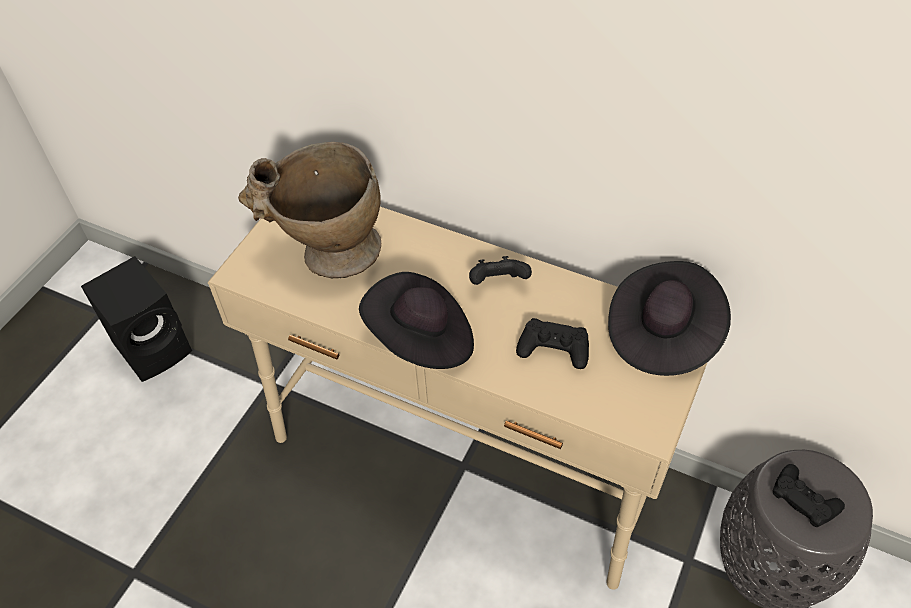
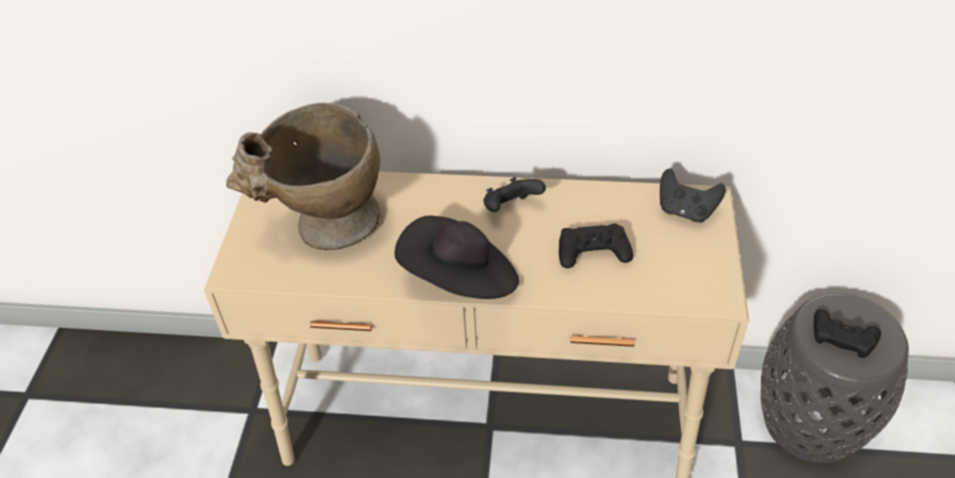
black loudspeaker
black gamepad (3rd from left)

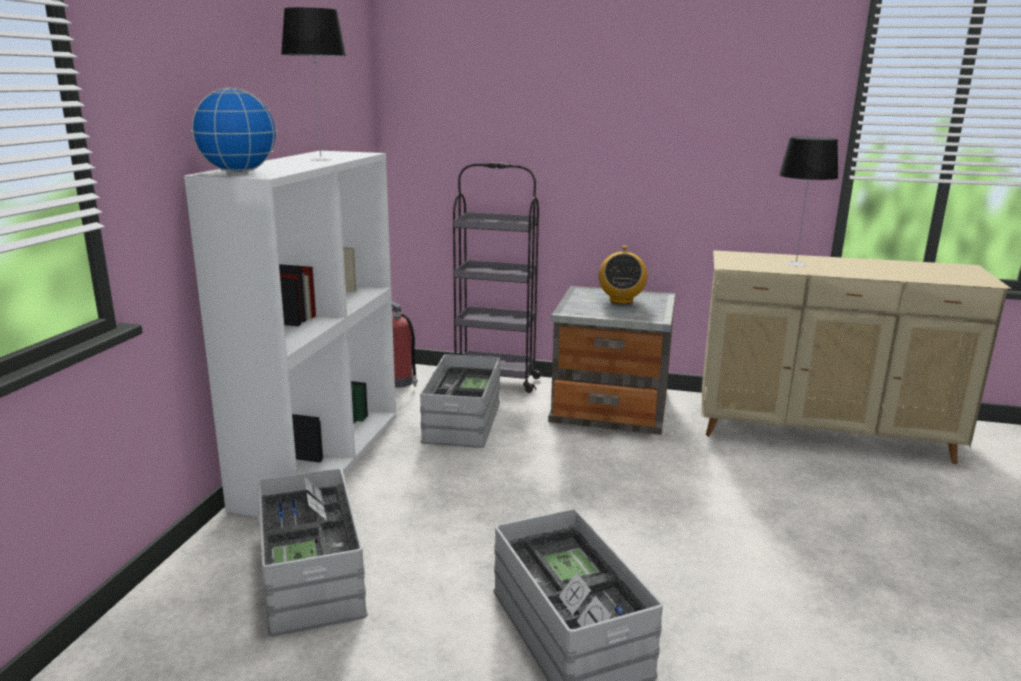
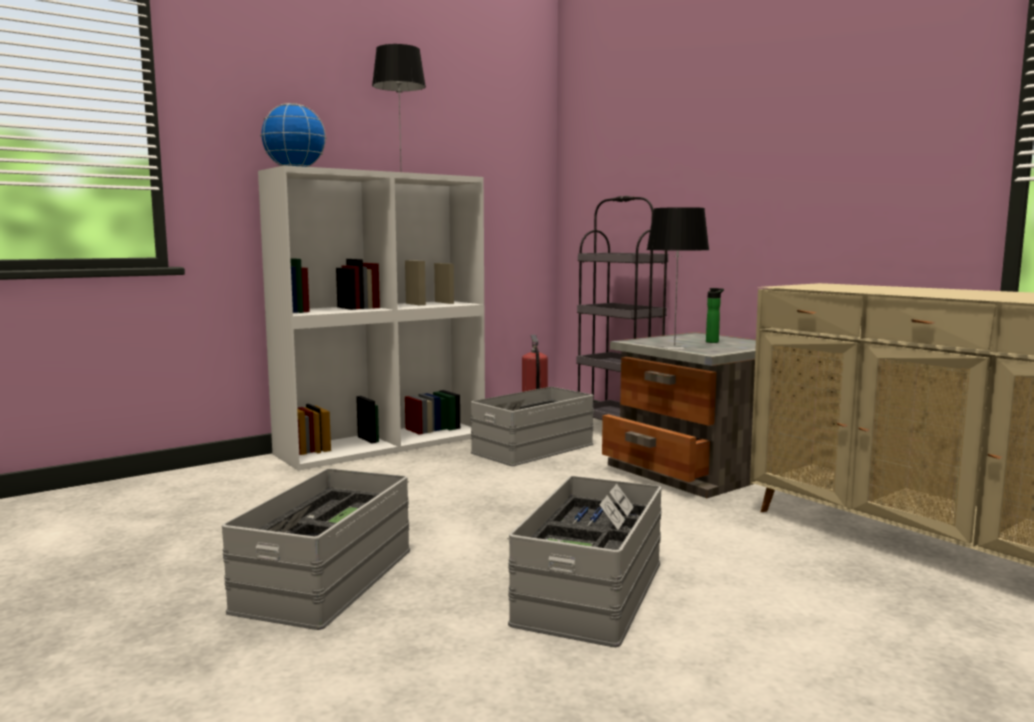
table lamp (2nd from left)
drink bottle
grey storage bin (3rd from left)

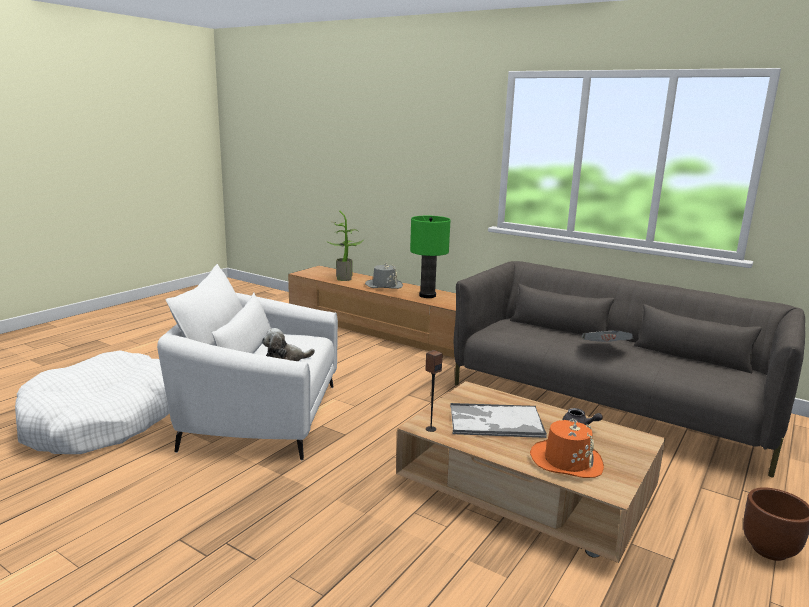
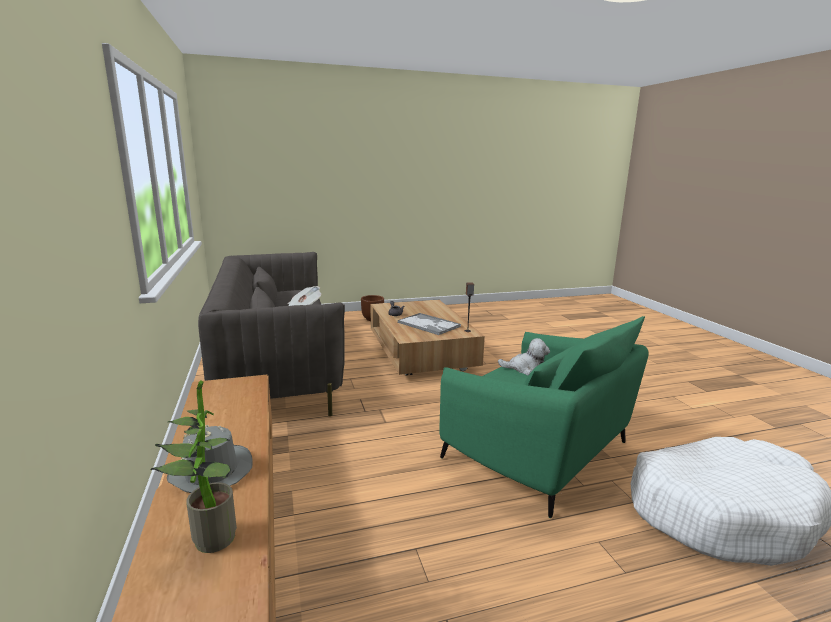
greenish table lamp
greenish armchair
orangey hat

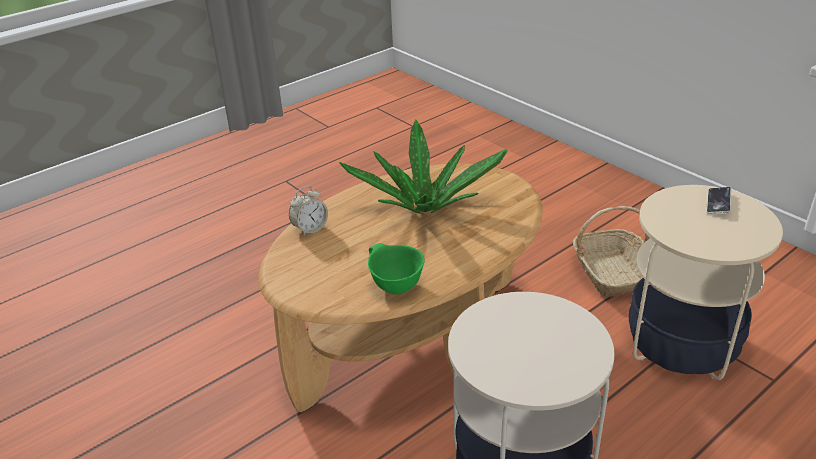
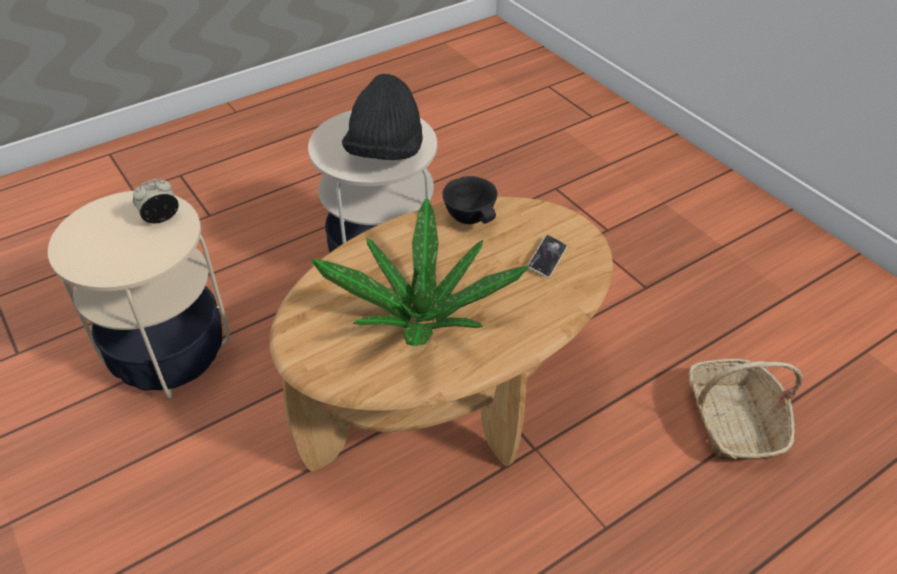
alarm clock
telephone
household basket
black bowl
black hat

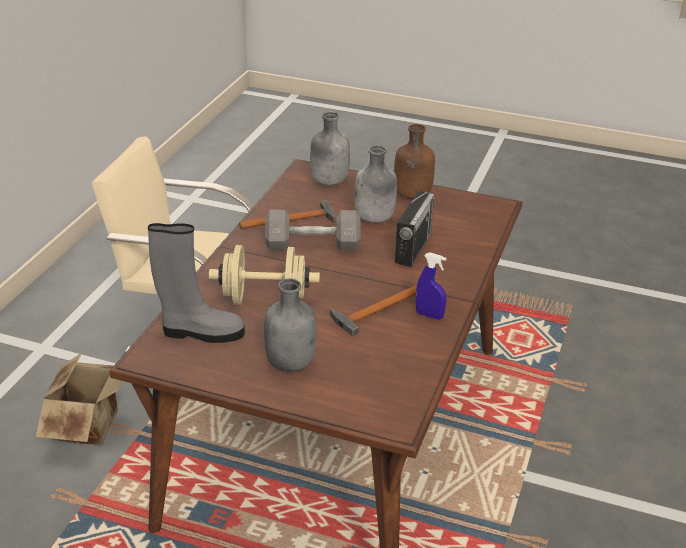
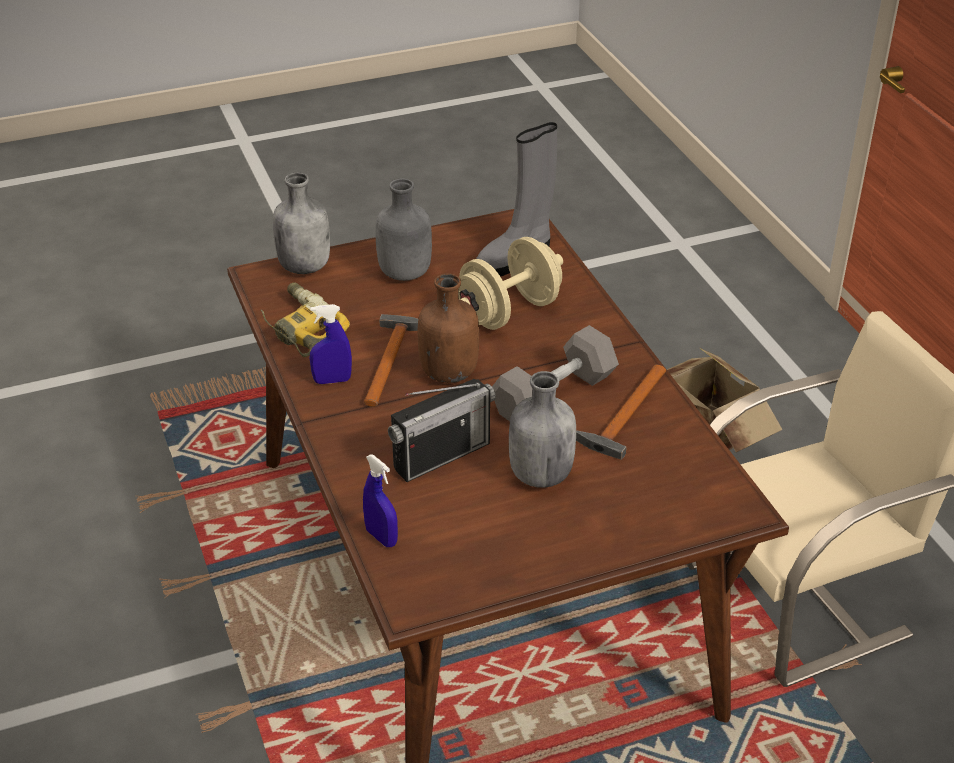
grey drink bottle (1st from left)
brownish drink bottle
radio set
electric drill
blue sprayer (2nd from left)

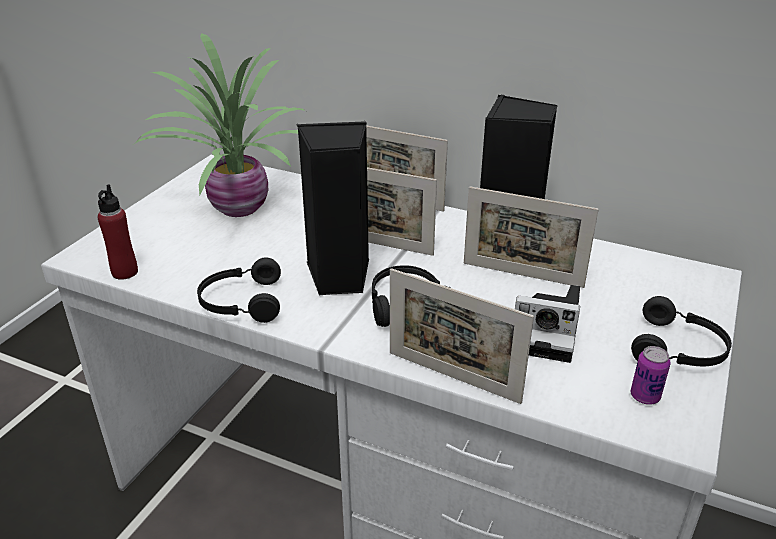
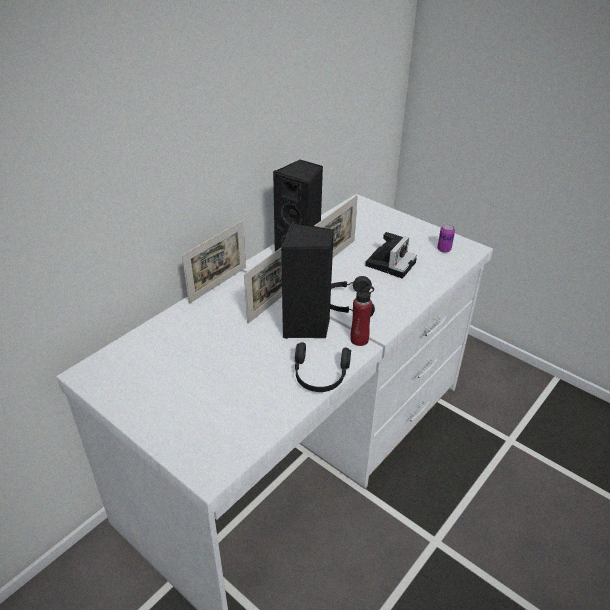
potted plant
red drink bottle
standing frame (3rd from left in the first image)
black pair of headphones (3rd from left in the first image)

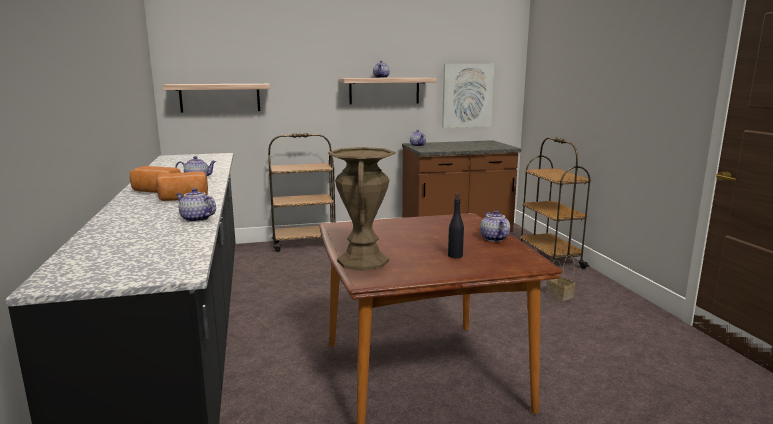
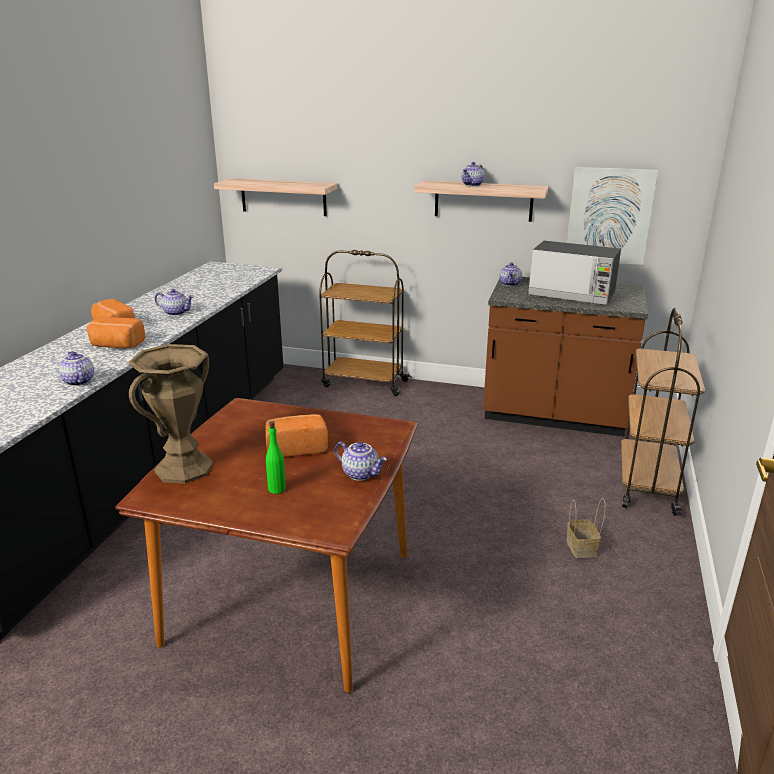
greenish drink bottle
tea pot (3rd from left)
microwave oven
baked bread (3rd from left)

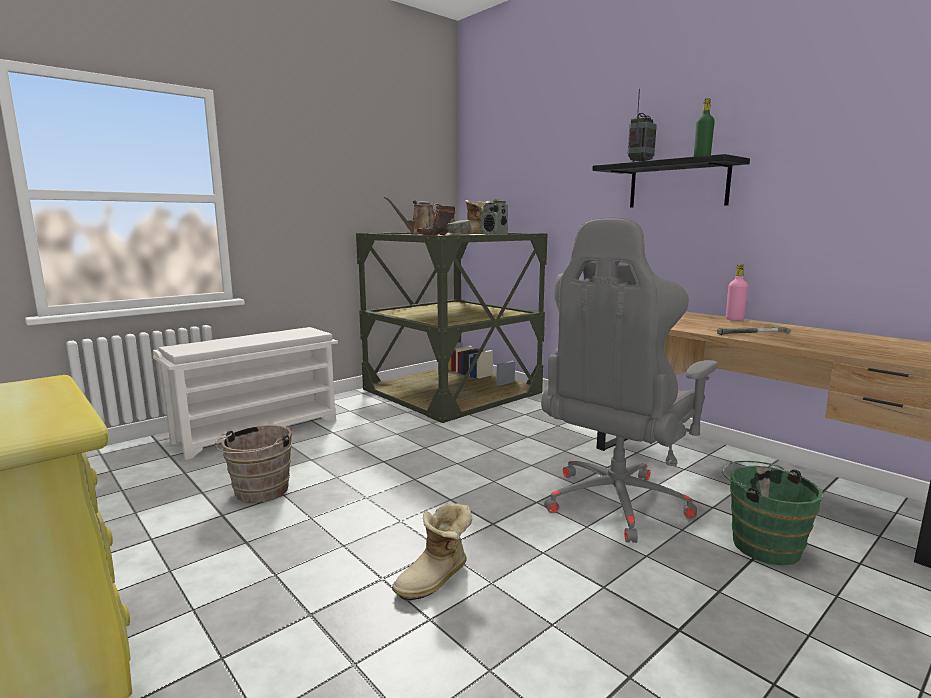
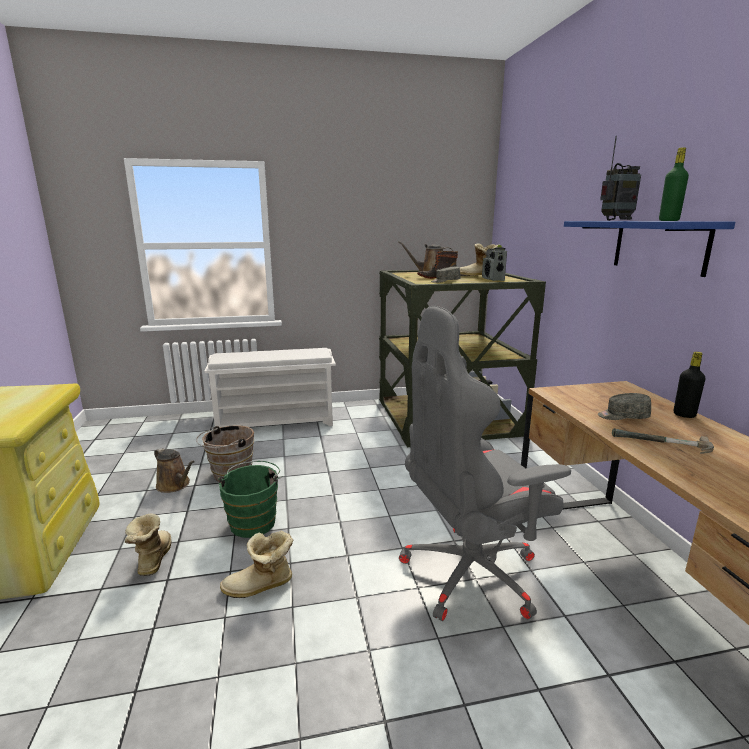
blue wall shelf
black drink bottle
greenish pail
grey peaked cap (2nd from left)
brownish watering pot (1st from left)
tall boot (1st from left)

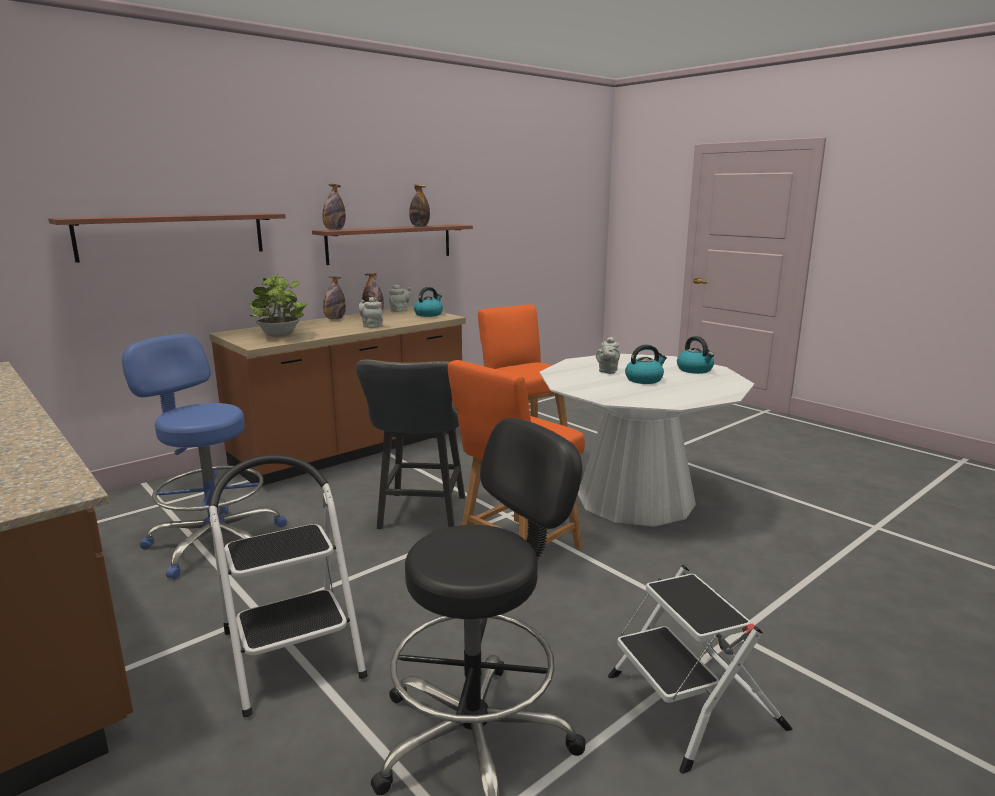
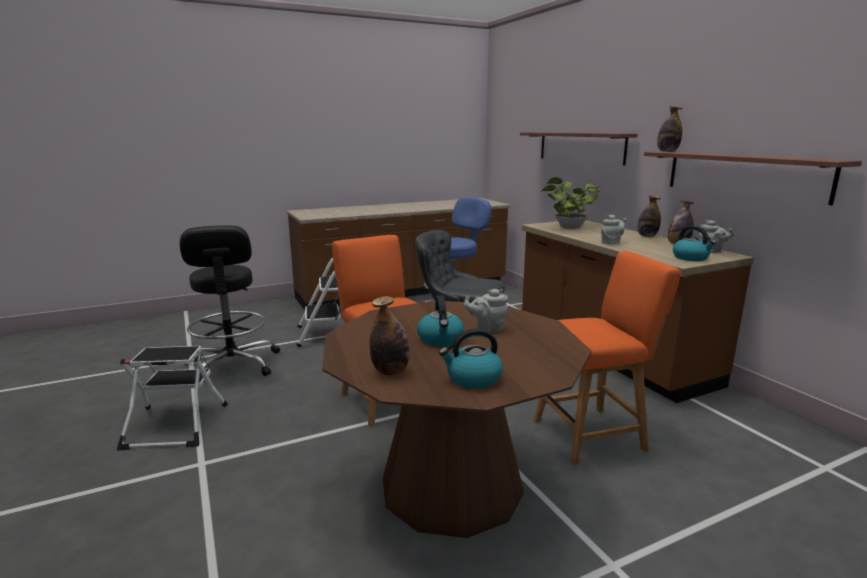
drink bottle (1st from left)
grey tea pot (1st from left)
brownish dinner table

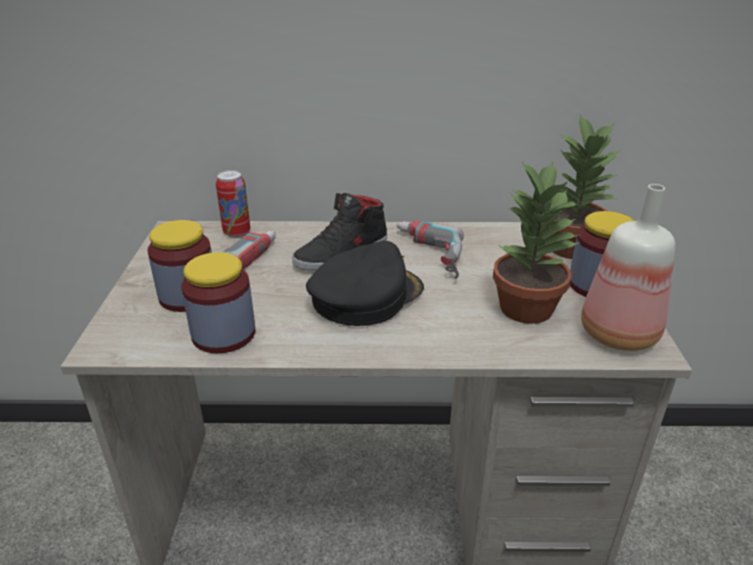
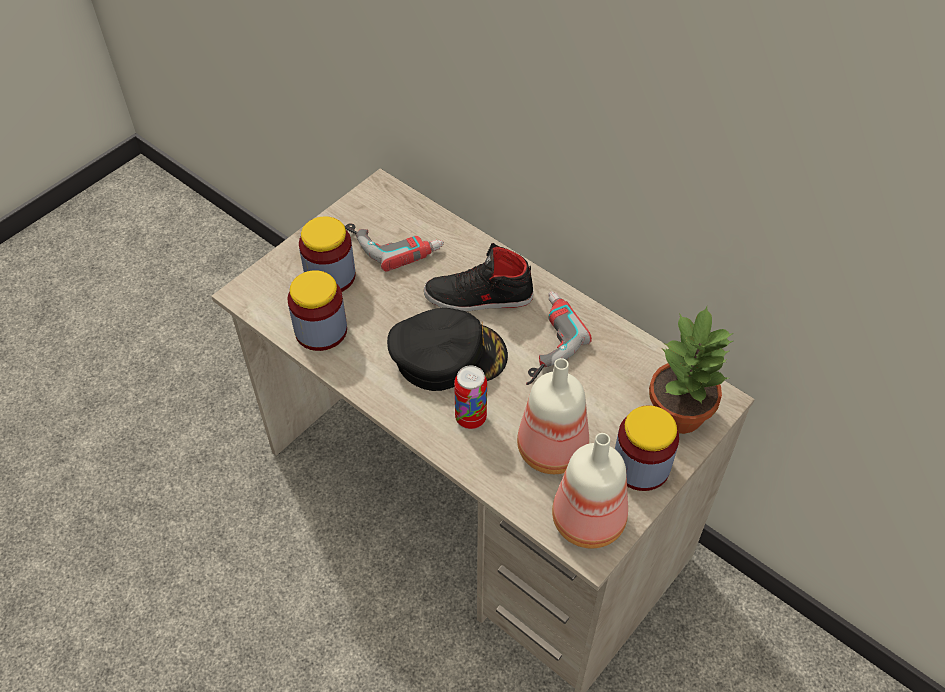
drink bottle (1st from left)
can

